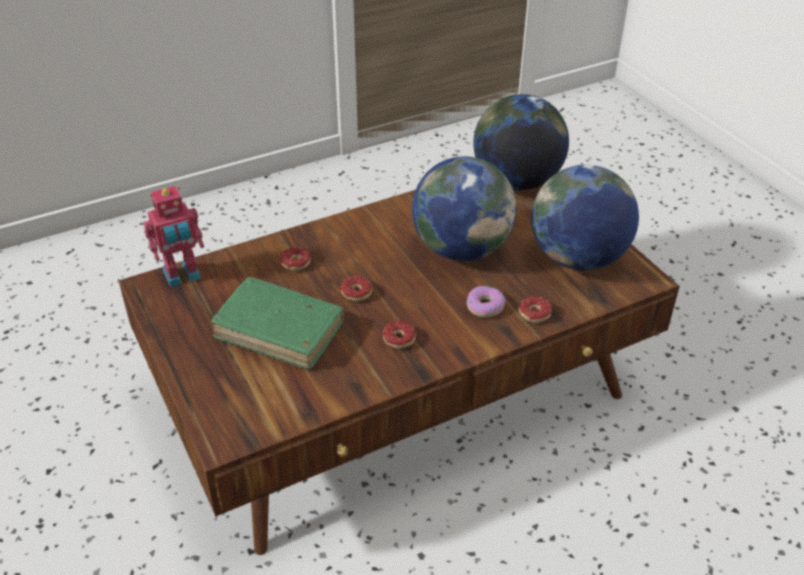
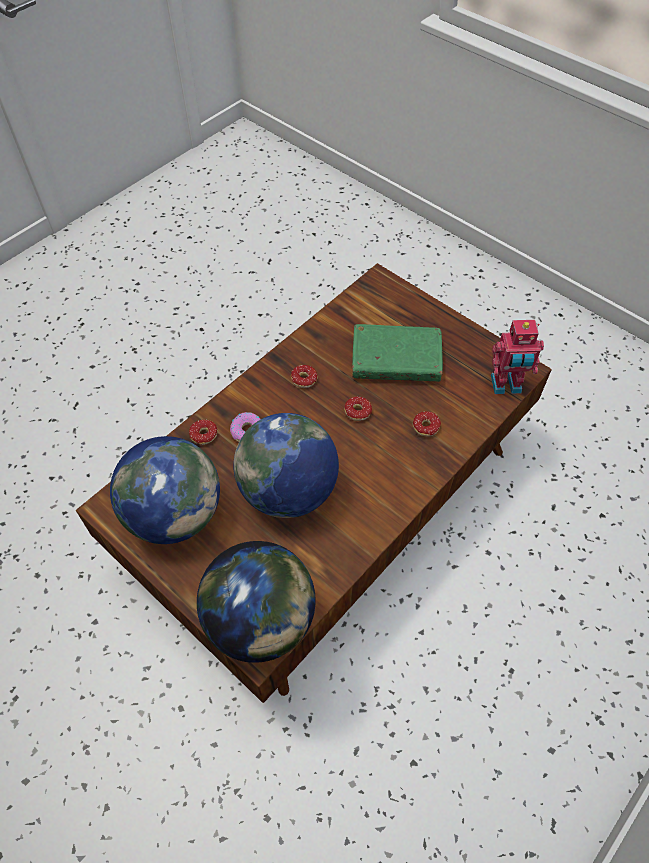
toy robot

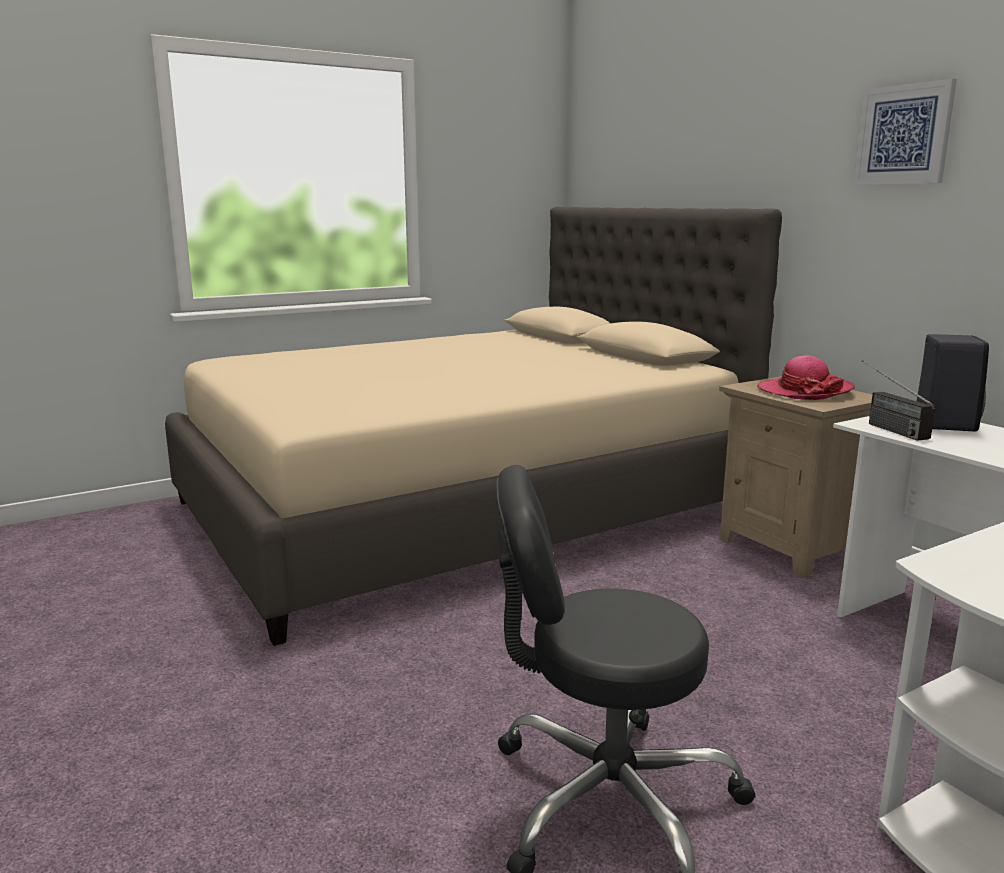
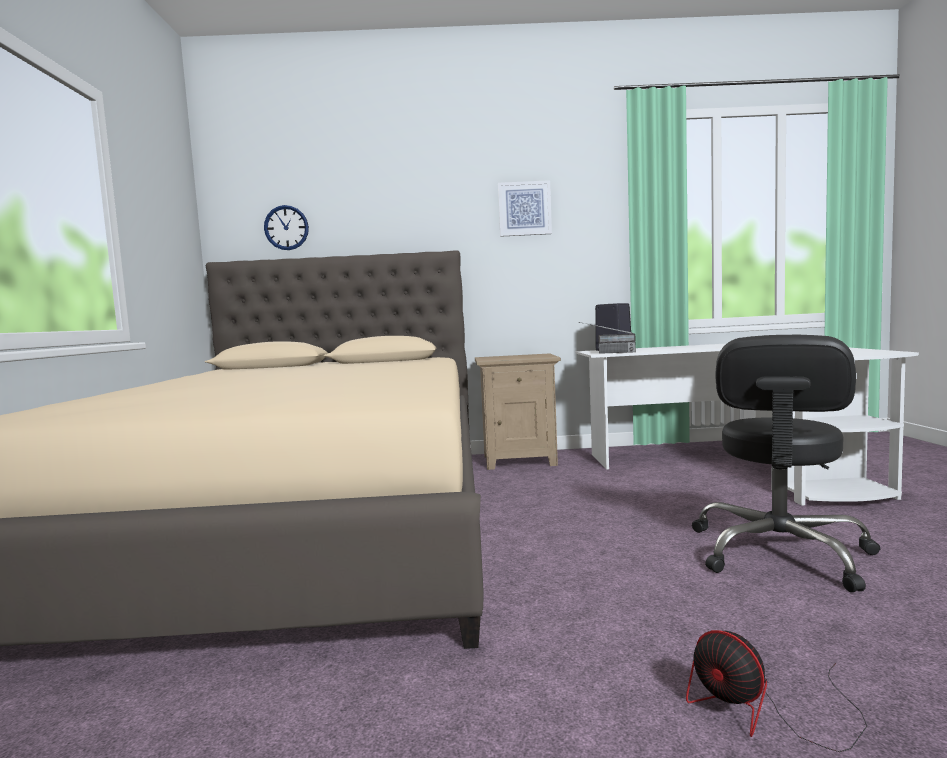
hat
clock on the wall
fan

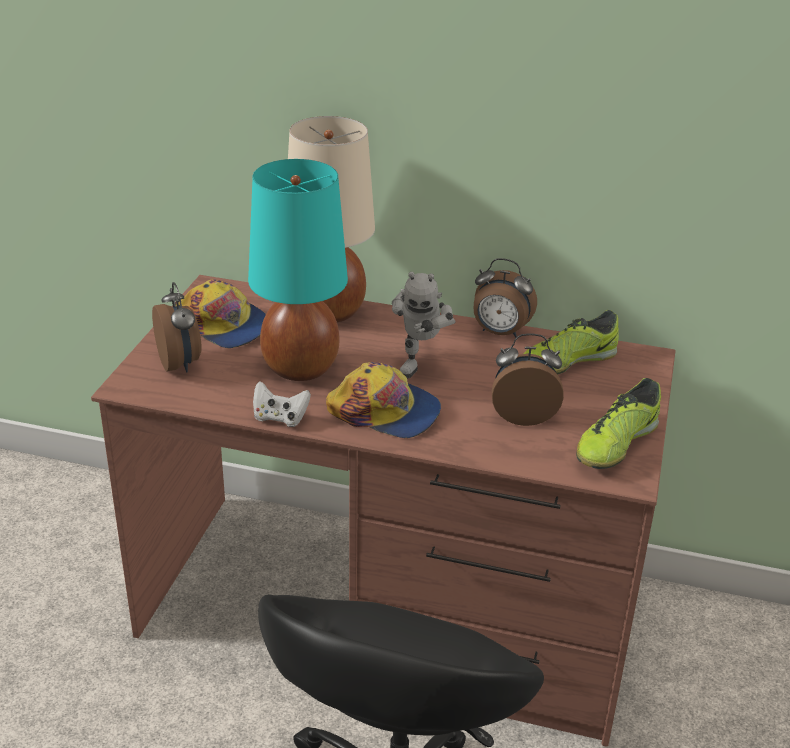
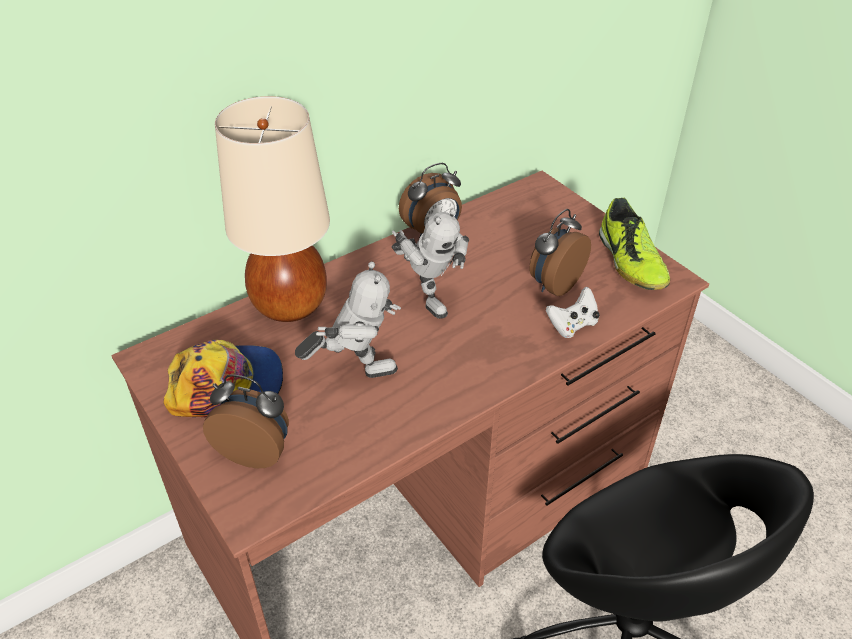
toy robot (1st from left)
shoe (1st from left in the first image)
peaked cap (2nd from left in the first image)
white gamepad

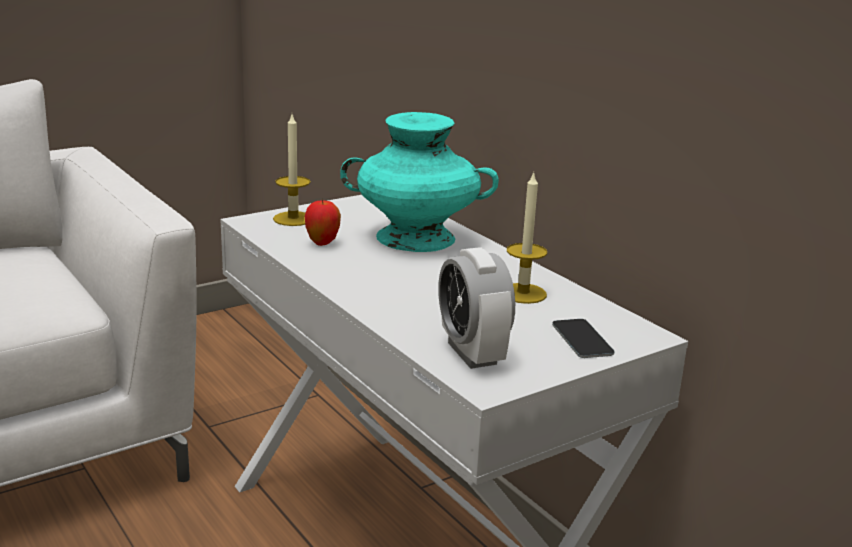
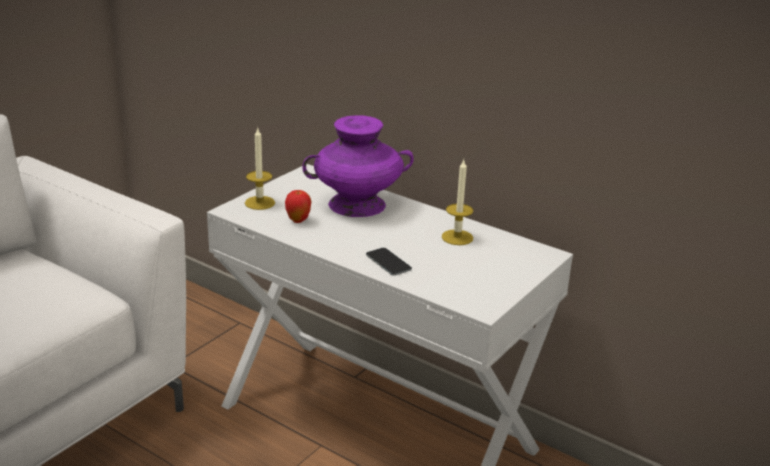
purplish decorative vase
alarm clock
telephone

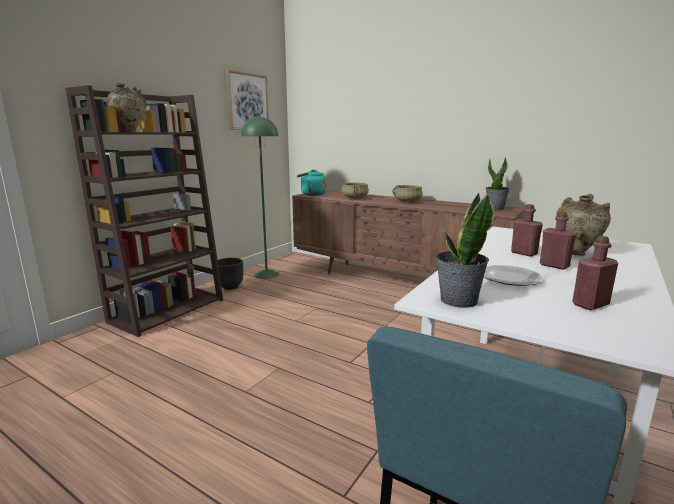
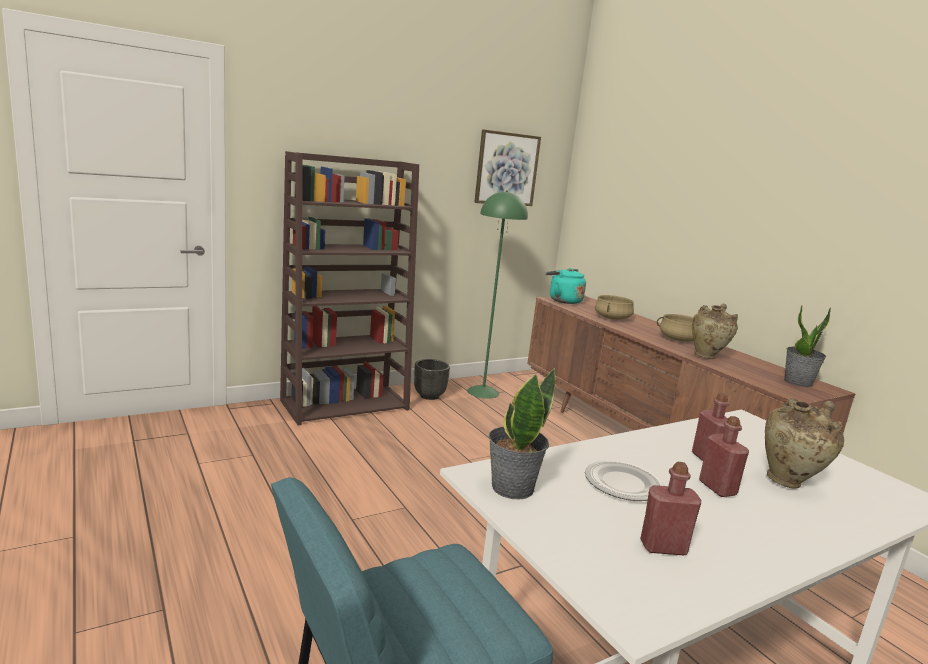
beige decorative vase (1st from left)

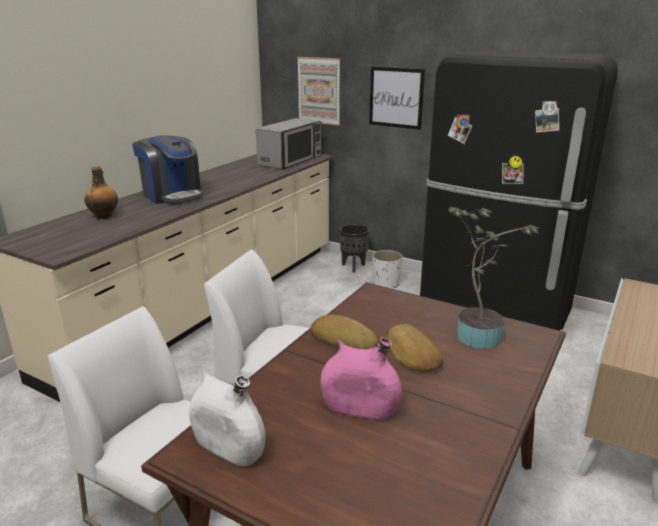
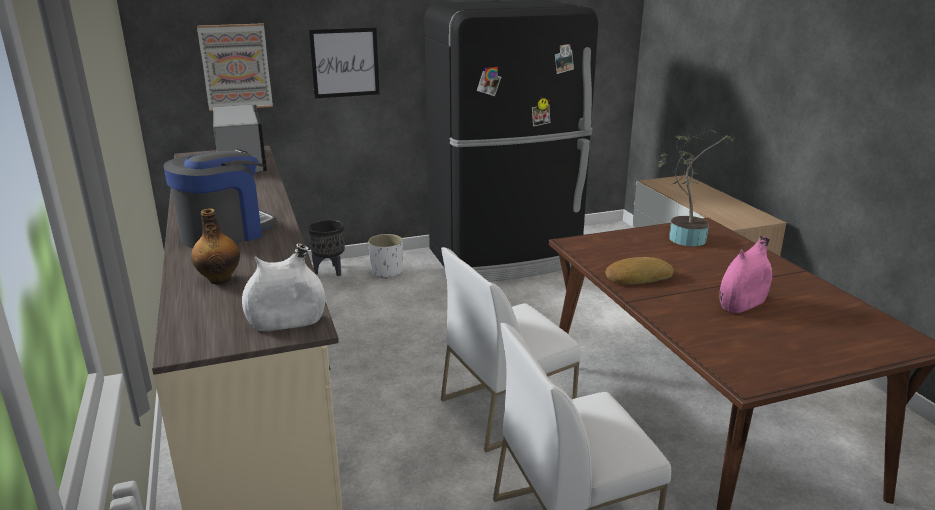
coffee machine
baked bread (2nd from left in the first image)
white decorative vase

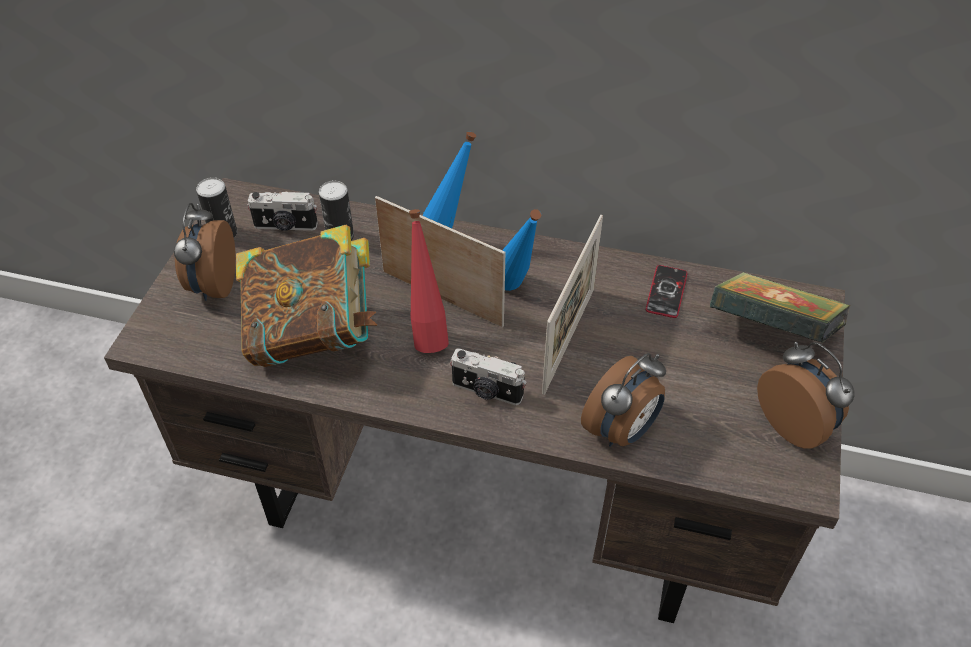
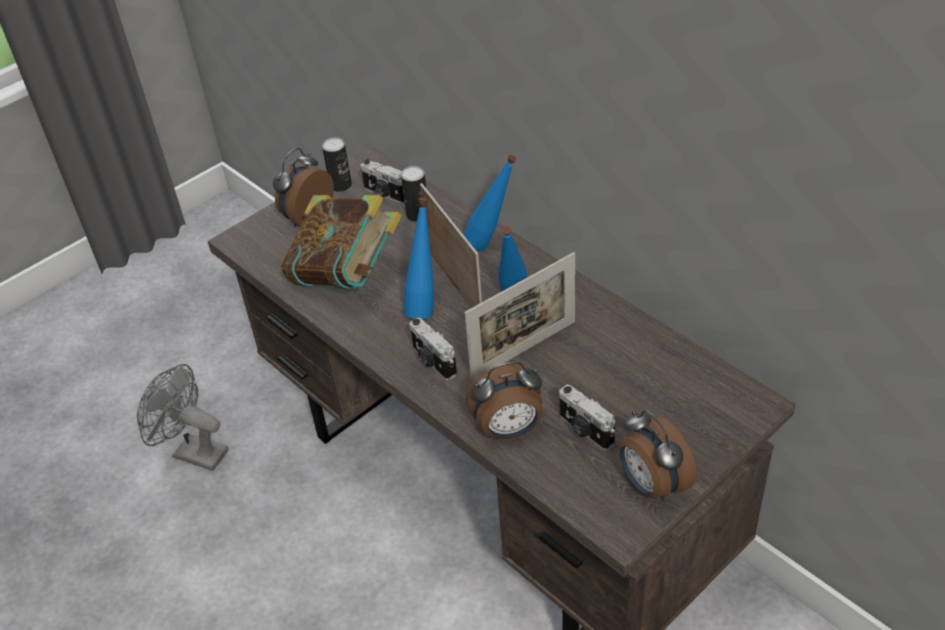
blue drink bottle (1st from left)
telephone
book (2nd from left in the first image)
alarm clock (3rd from left)
grey fan
still camera (3rd from left)

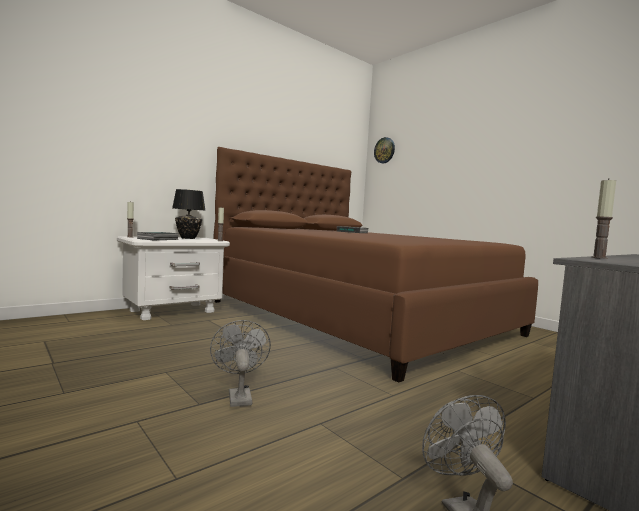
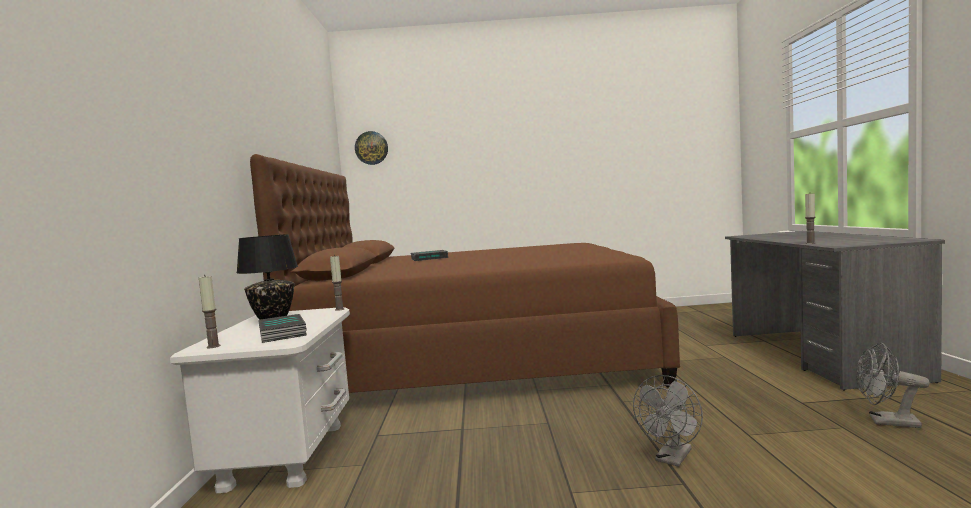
grey fan (1st from left)

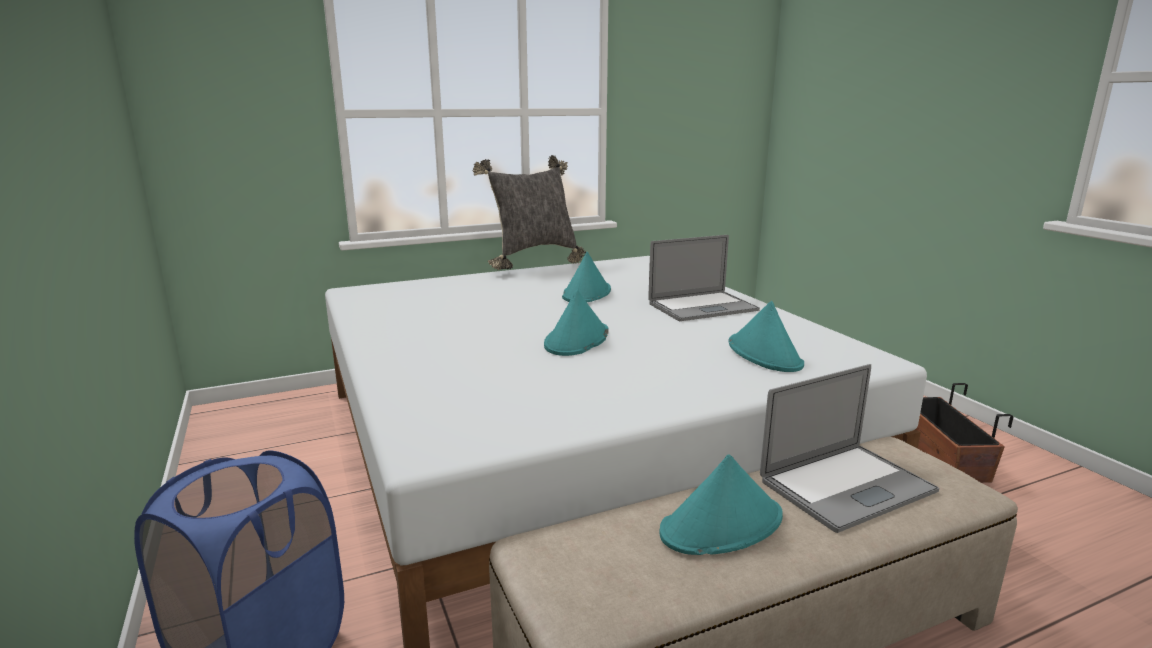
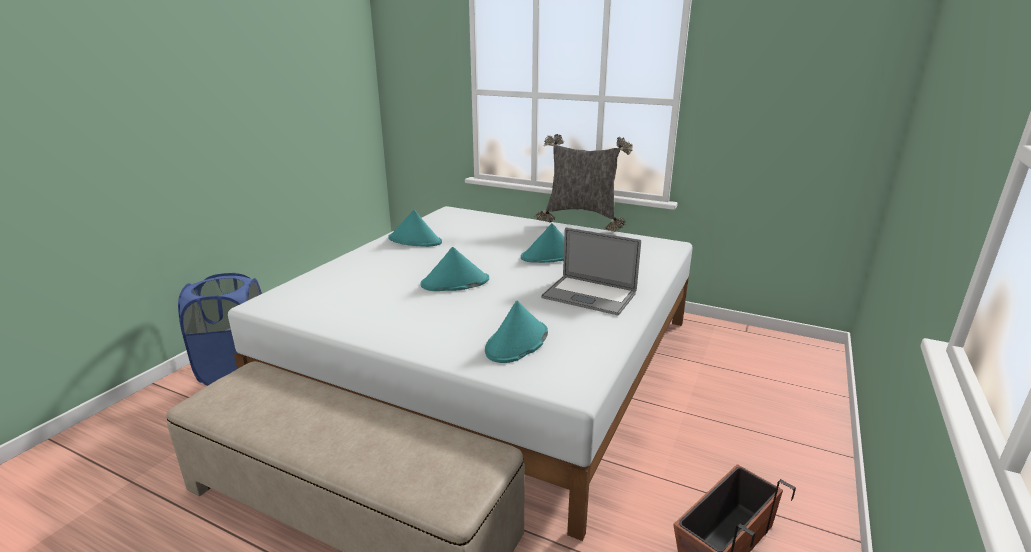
laptop (2nd from left in the first image)
turquoise-coloured hat (1st from left)

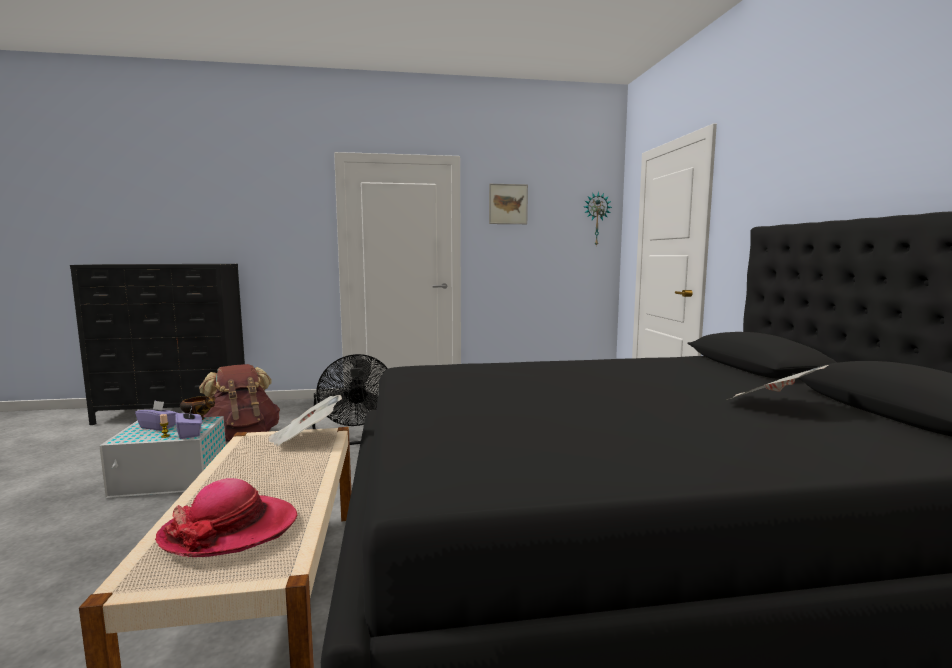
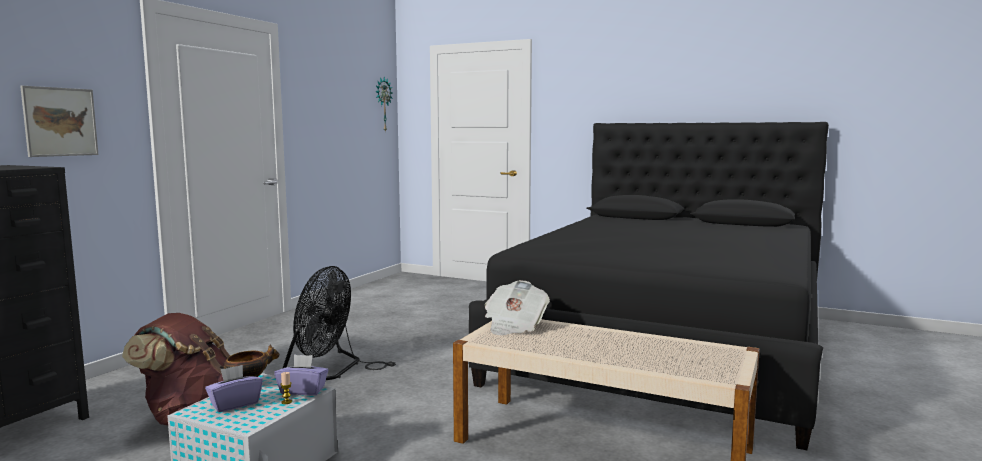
wall picture
daily paper (2nd from left in the first image)
hat

